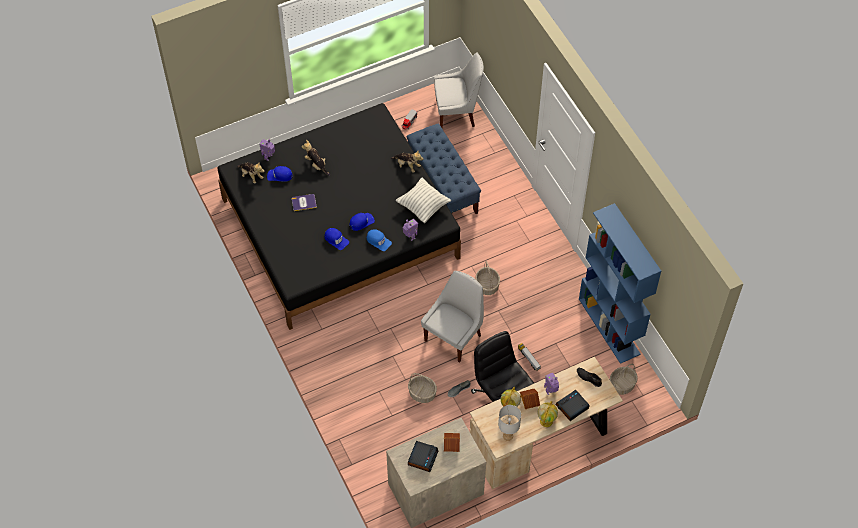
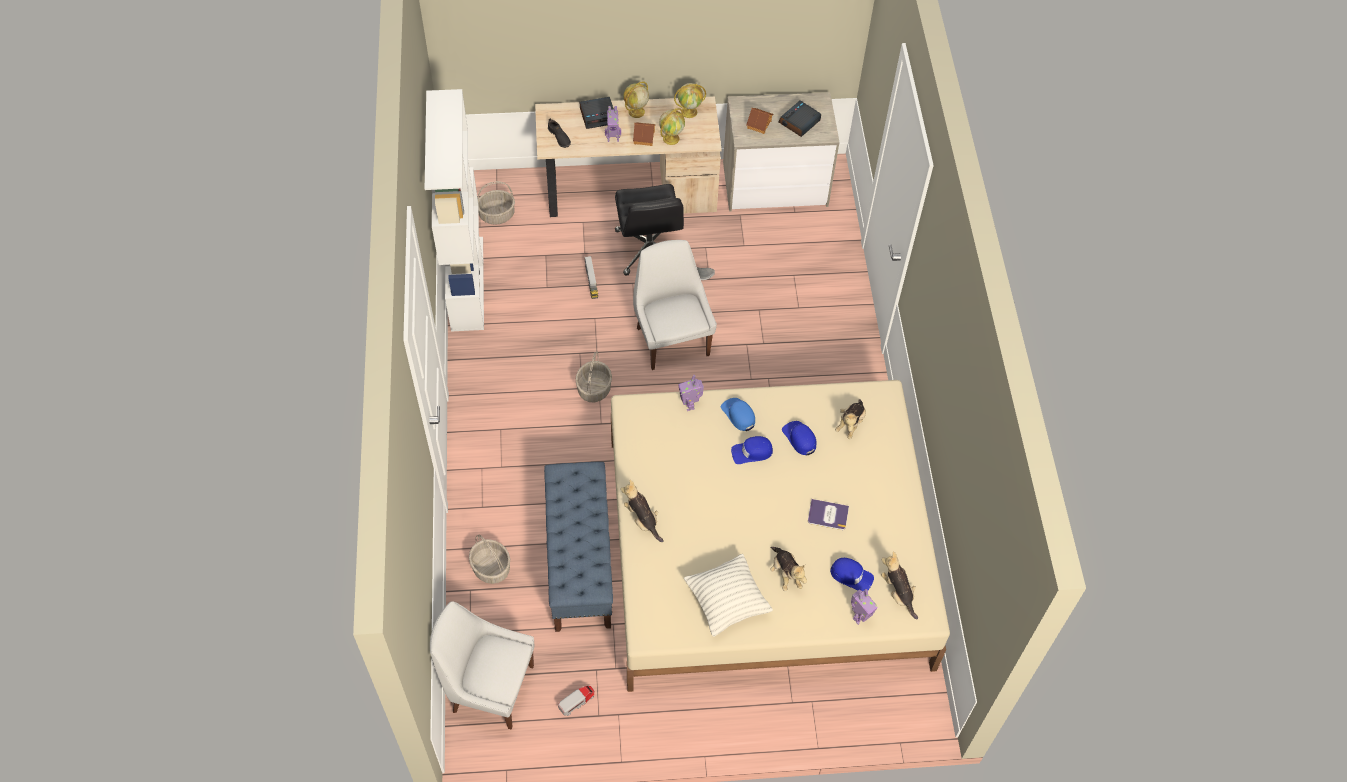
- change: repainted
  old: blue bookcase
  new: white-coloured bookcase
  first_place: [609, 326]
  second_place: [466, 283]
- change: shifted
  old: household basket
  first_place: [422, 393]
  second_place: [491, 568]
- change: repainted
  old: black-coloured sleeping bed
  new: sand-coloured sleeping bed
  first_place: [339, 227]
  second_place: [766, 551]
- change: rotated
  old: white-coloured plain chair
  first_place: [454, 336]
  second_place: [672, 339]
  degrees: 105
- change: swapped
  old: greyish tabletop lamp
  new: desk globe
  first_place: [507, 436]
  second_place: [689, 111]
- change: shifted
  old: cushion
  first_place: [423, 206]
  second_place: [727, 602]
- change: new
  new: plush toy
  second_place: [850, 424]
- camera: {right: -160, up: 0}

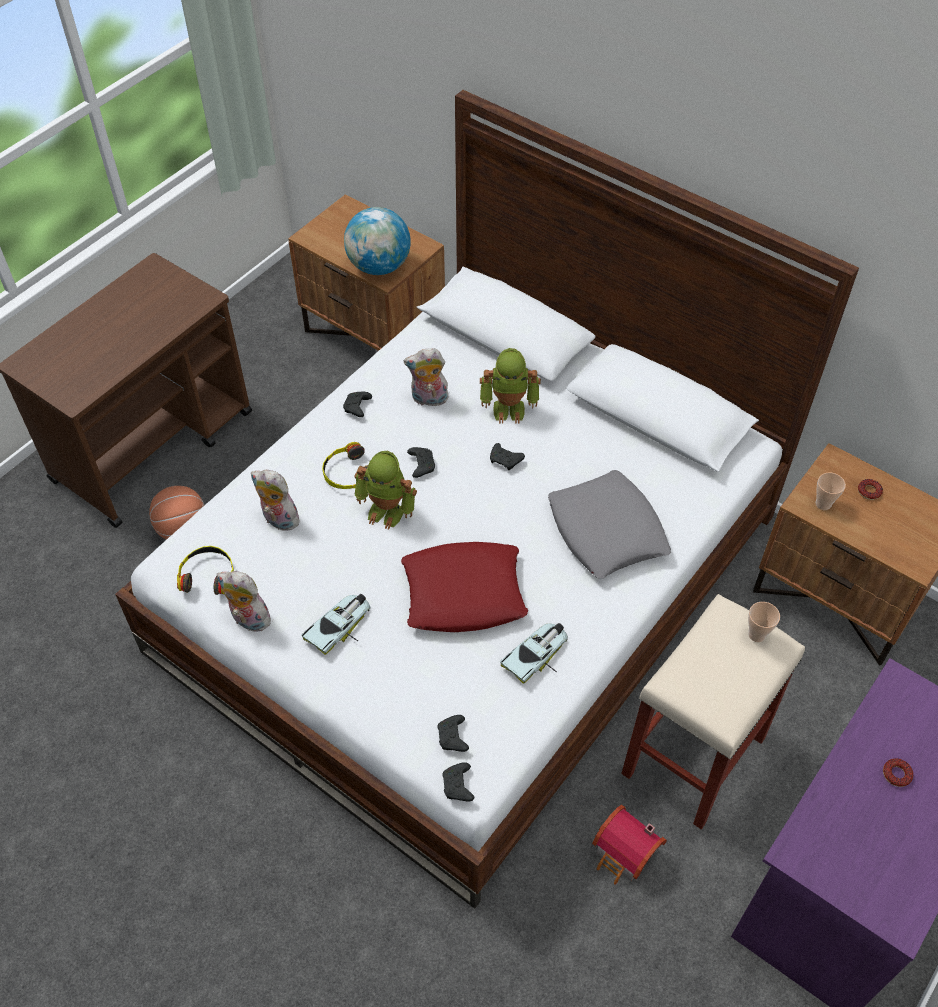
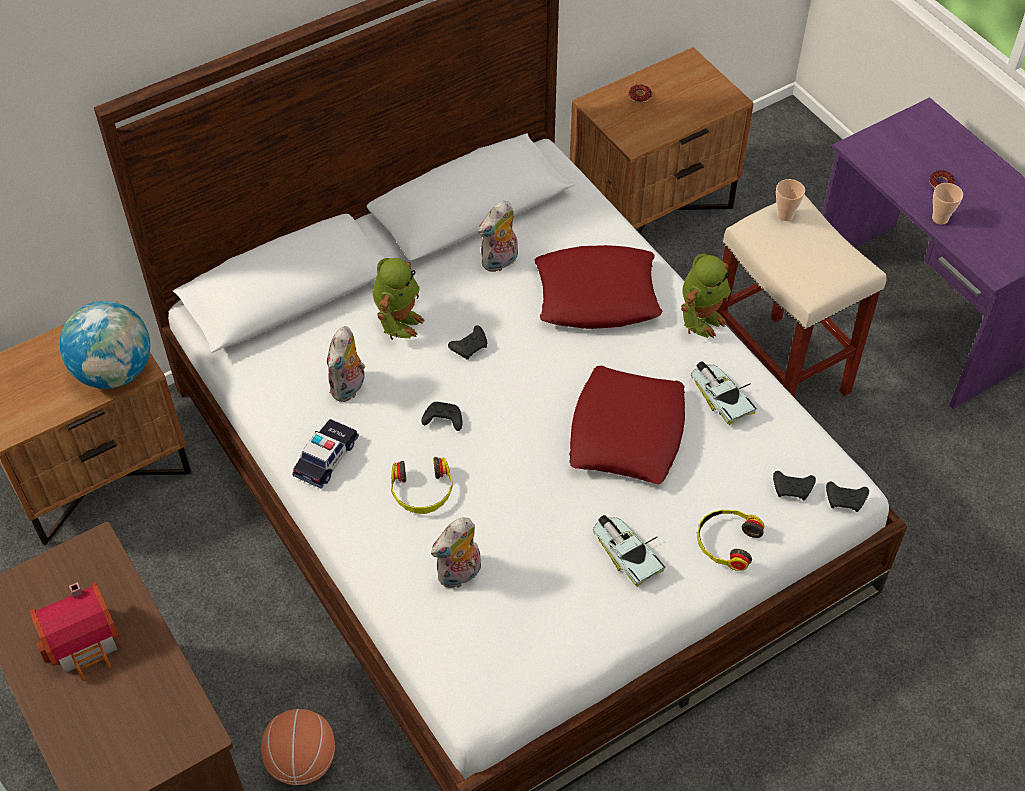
- change: shifted
  old: model house
  first_place: [625, 855]
  second_place: [86, 642]
- change: swapped
  old: black-coloured game controller
  new: model car
  first_place: [357, 408]
  second_place: [326, 458]
- change: shifted
  old: plush toy
  first_place: [248, 620]
  second_place: [500, 262]
- change: repainted
  old: greyish cushion
  new: reddish cushion
  first_place: [607, 531]
  second_place: [597, 295]
- change: shifted
  old: robot figure
  first_place: [387, 510]
  second_place: [701, 319]
- change: shifted
  old: headphones
  first_place: [208, 575]
  second_place: [726, 542]
- change: shifted
  old: cup
  first_place: [823, 504]
  second_place: [940, 218]
- camera: {right: -70, up: 0}

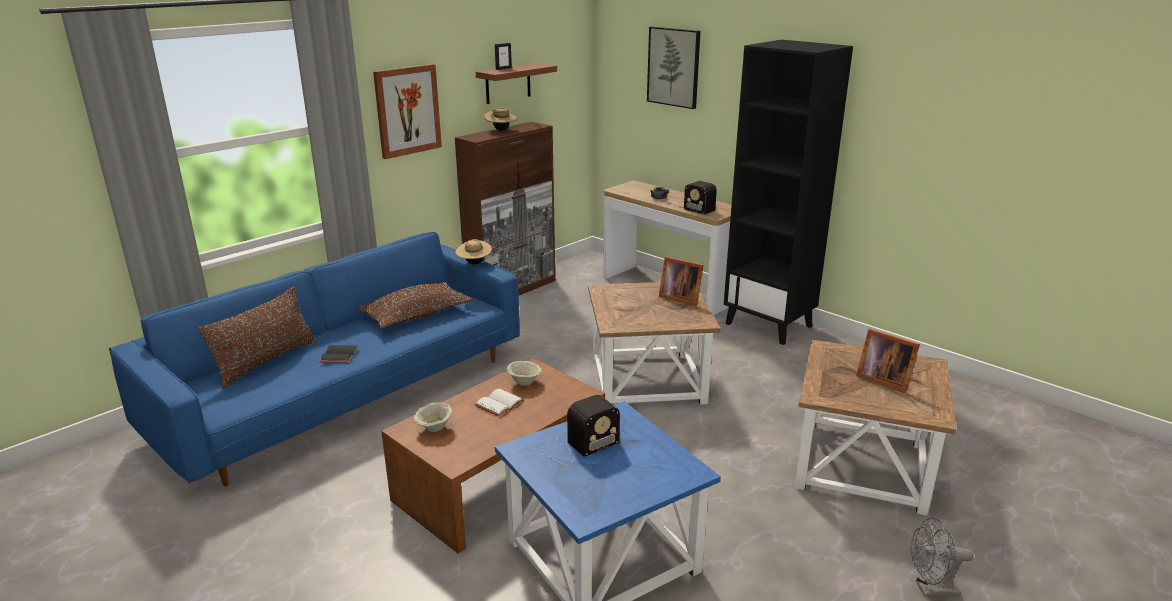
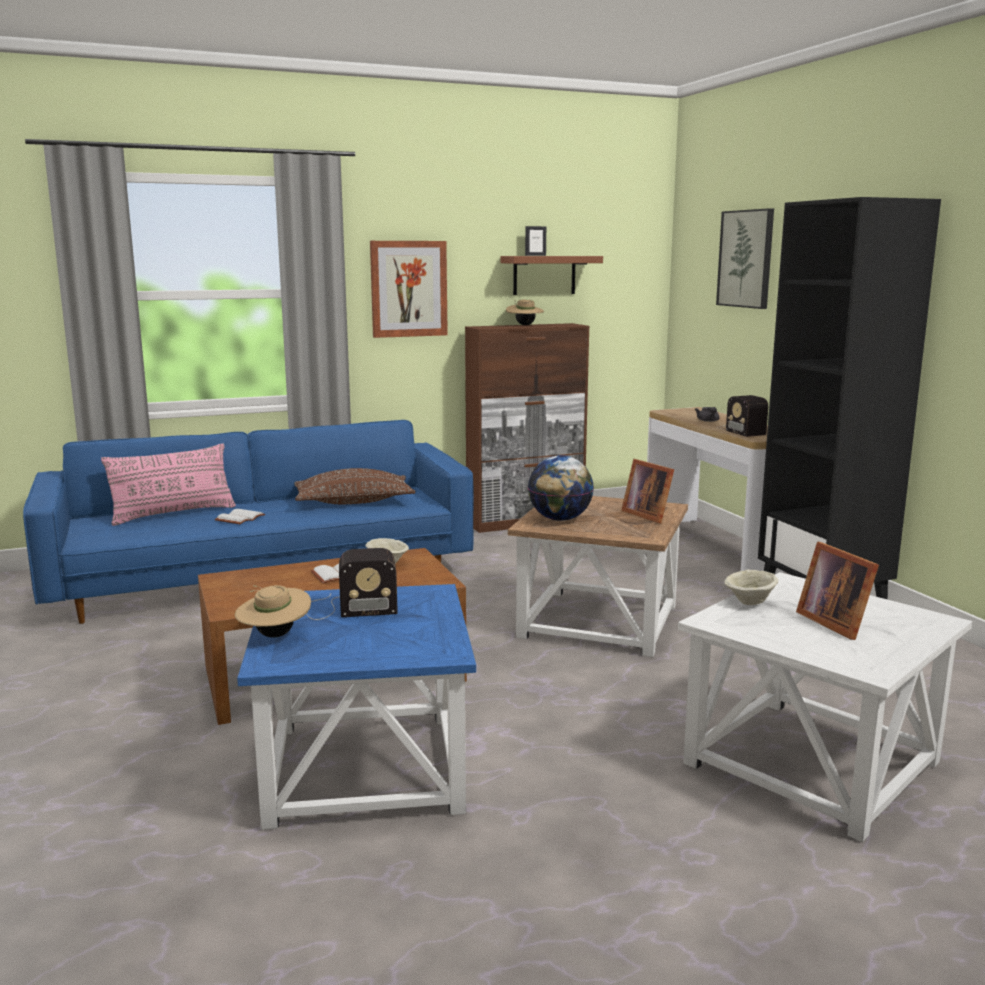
- change: repainted
  old: brown-coloured cushion
  new: pinkish cushion
  first_place: [266, 361]
  second_place: [173, 514]
- change: repainted
  old: black-coloured bound book
  new: white-coloured bound book
  first_place: [338, 355]
  second_place: [239, 518]
- change: shifted
  old: sand-coloured hat
  first_place: [474, 263]
  second_place: [274, 635]
- change: new
  new: desk globe
  second_place: [559, 519]
- change: repainted
  old: brown-coloured end table
  new: white-coloured end table
  first_place: [863, 465]
  second_place: [815, 763]
- change: shifted
  old: sand-coloured deep dish
  first_place: [435, 428]
  second_place: [750, 602]
- change: gone
  old: greyish cooling fan
  first_place: [931, 589]
- camera: {right: 25, up: -10}

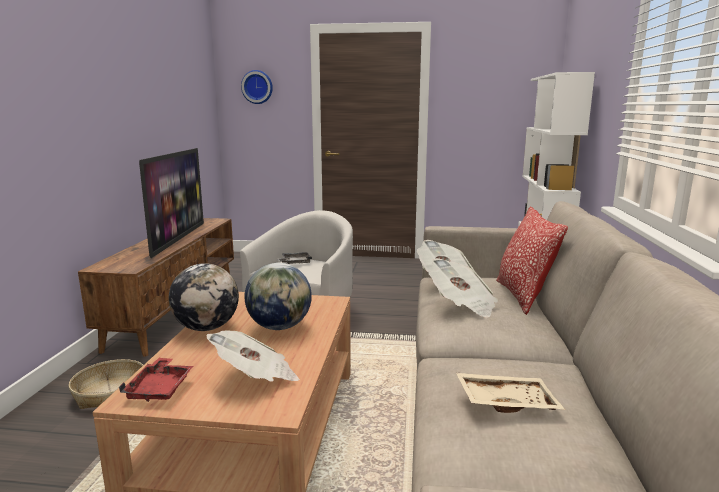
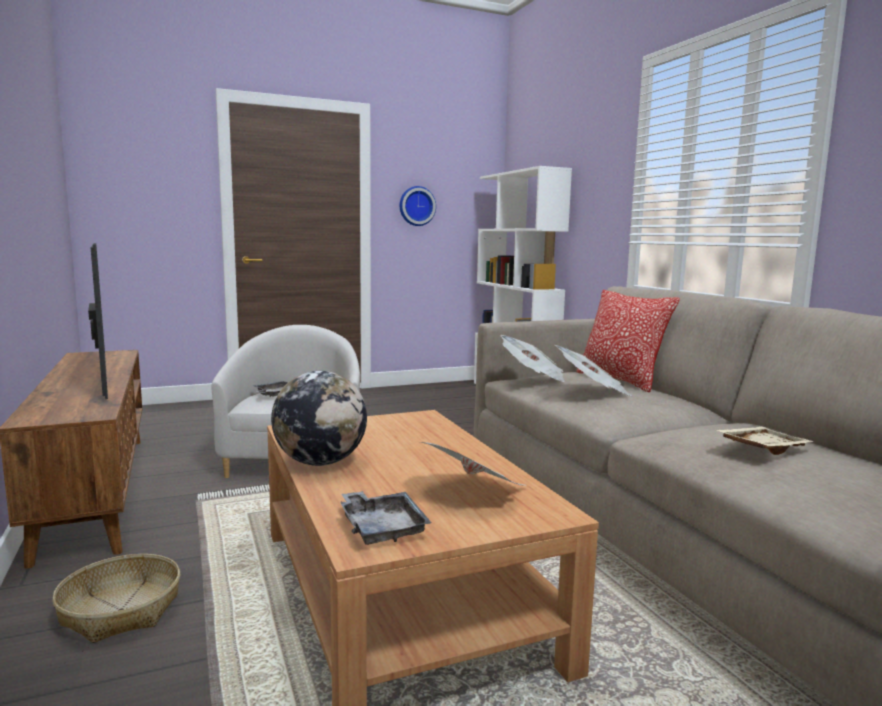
- change: repainted
  old: reddish carrying tray
  new: greyish carrying tray
  first_place: [160, 388]
  second_place: [382, 528]
- change: shifted
  old: wall clock
  first_place: [257, 87]
  second_place: [416, 206]
- change: gone
  old: desk globe
  first_place: [280, 327]
- camera: {right: -30, up: -5}

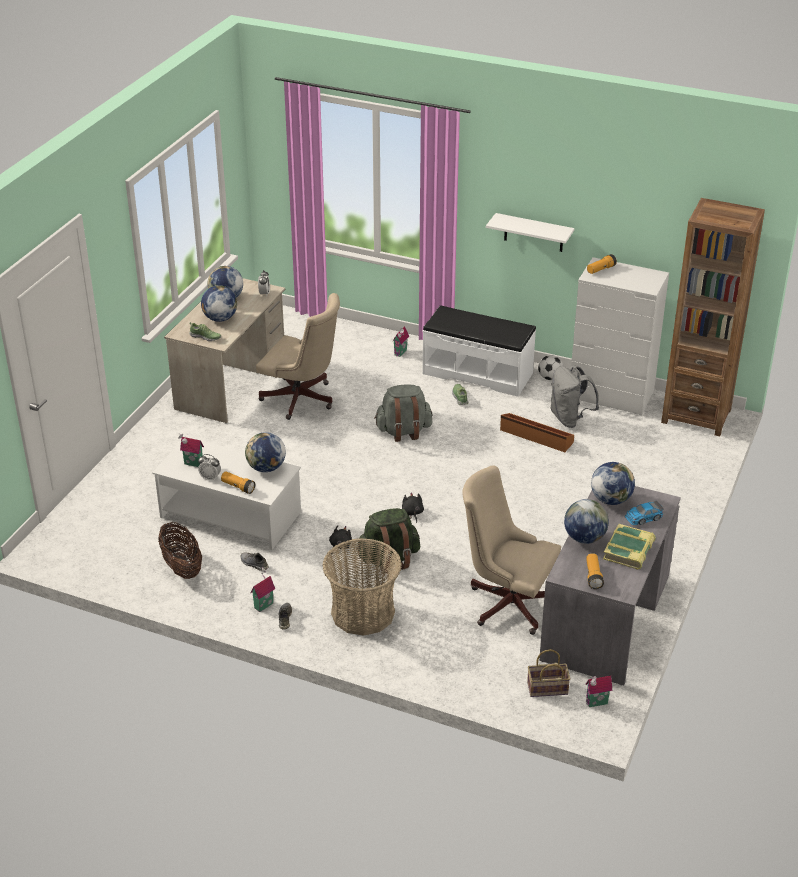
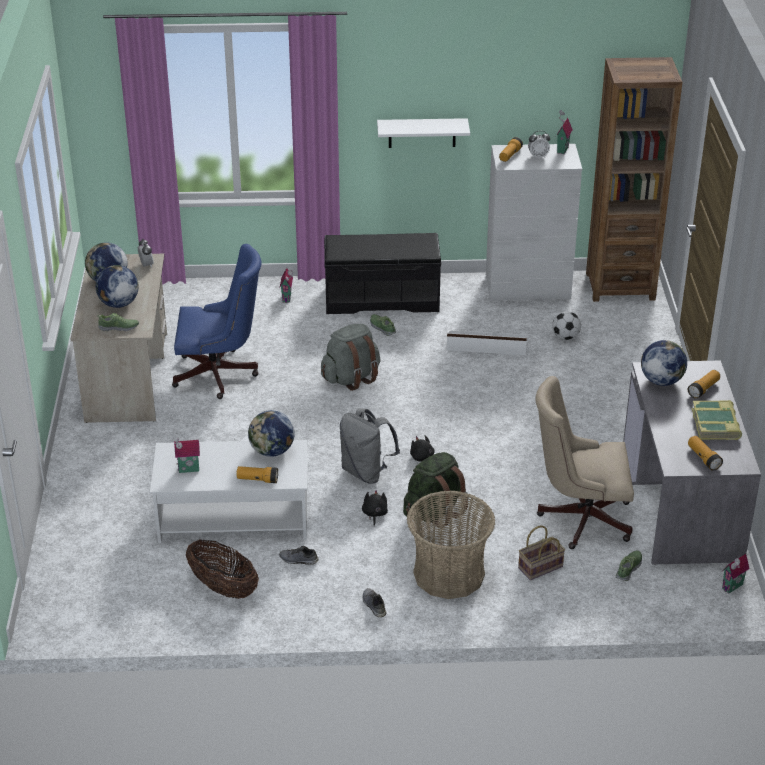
- change: repainted
  old: sand-coloured computer chair
  new: blue computer chair
  first_place: [302, 400]
  second_place: [220, 374]
- change: repainted
  old: white-coloured indoor bench
  new: black-coloured indoor bench
  first_place: [478, 373]
  second_place: [382, 299]
- change: shifted
  old: greyish rucksack
  first_place: [570, 419]
  second_place: [366, 472]
- change: repainted
  old: brown-coloured storage container
  new: white-coloured storage container
  first_place: [536, 436]
  second_place: [486, 347]
- change: shifted
  old: household basket
  first_place: [546, 689]
  second_place: [540, 568]
- change: shifted
  old: bedside clock
  first_place: [210, 478]
  second_place: [538, 156]
- change: shifted
  old: ball for football
  first_place: [550, 378]
  second_place: [565, 337]
- change: shifted
  old: model house
  first_place: [263, 605]
  second_place: [561, 149]
- change: new
  new: shoe
  second_place: [629, 569]
- change: swapped
  old: model car
  new: torch
  first_place: [643, 517]
  second_place: [703, 389]
- change: gone
  old: desk globe
  first_place: [584, 538]
- camera: {right: -25, up: 0}

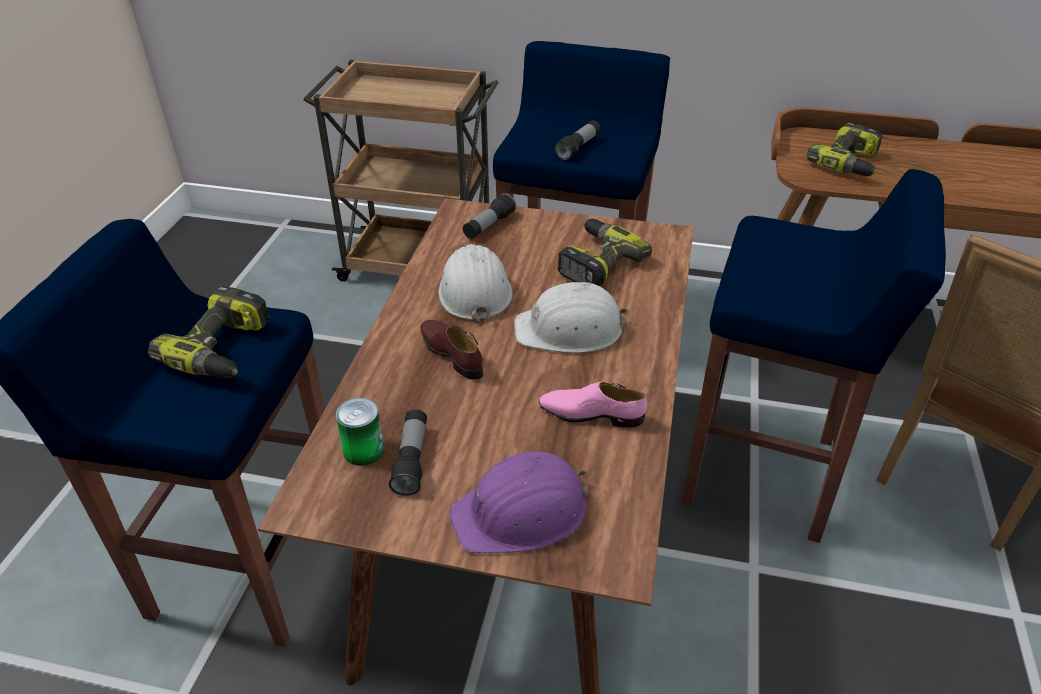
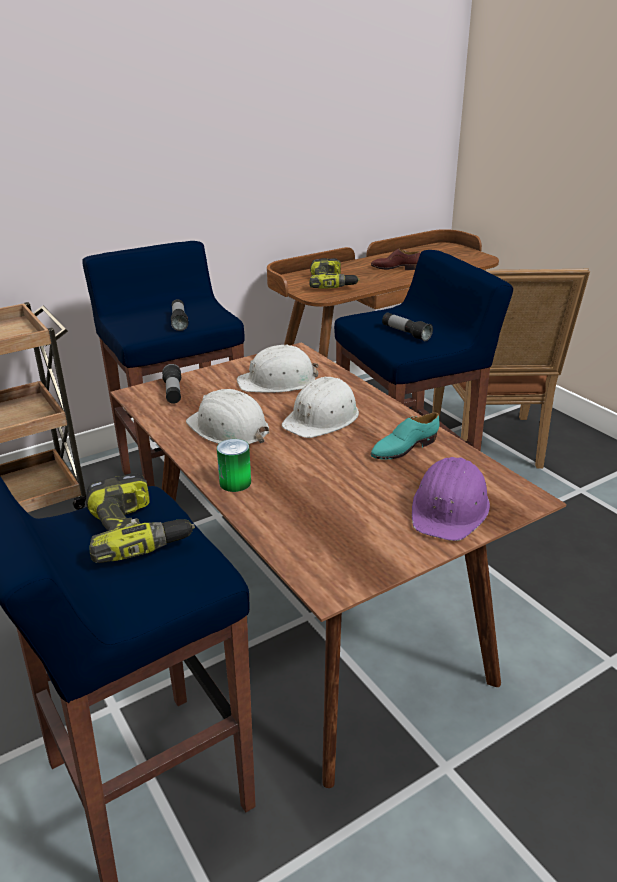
- change: shifted
  old: metal can
  first_place: [363, 450]
  second_place: [235, 483]
- change: swapped
  old: power drill
  new: white-coloured hard hat
  first_place: [596, 263]
  second_place: [278, 381]
- change: repainted
  old: pinkish shoe
  new: turquoise-coloured shoe
  first_place: [591, 414]
  second_place: [403, 448]
- change: shifted
  old: brown-coloured shoe
  first_place: [451, 353]
  second_place: [395, 268]
- change: shifted
  old: torch
  first_place: [412, 460]
  second_place: [405, 333]
- camera: {right: -45, up: -10}

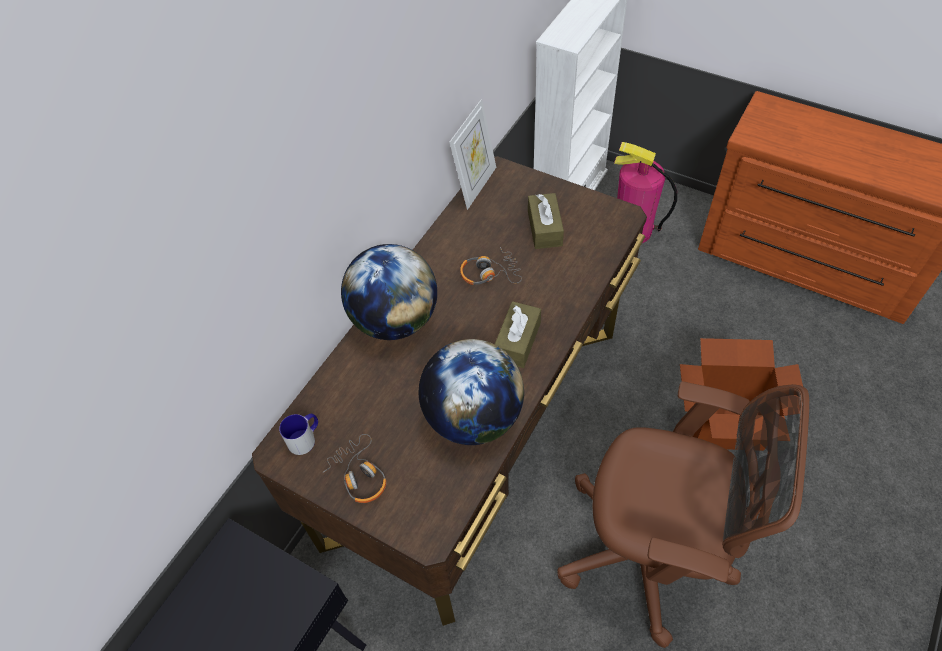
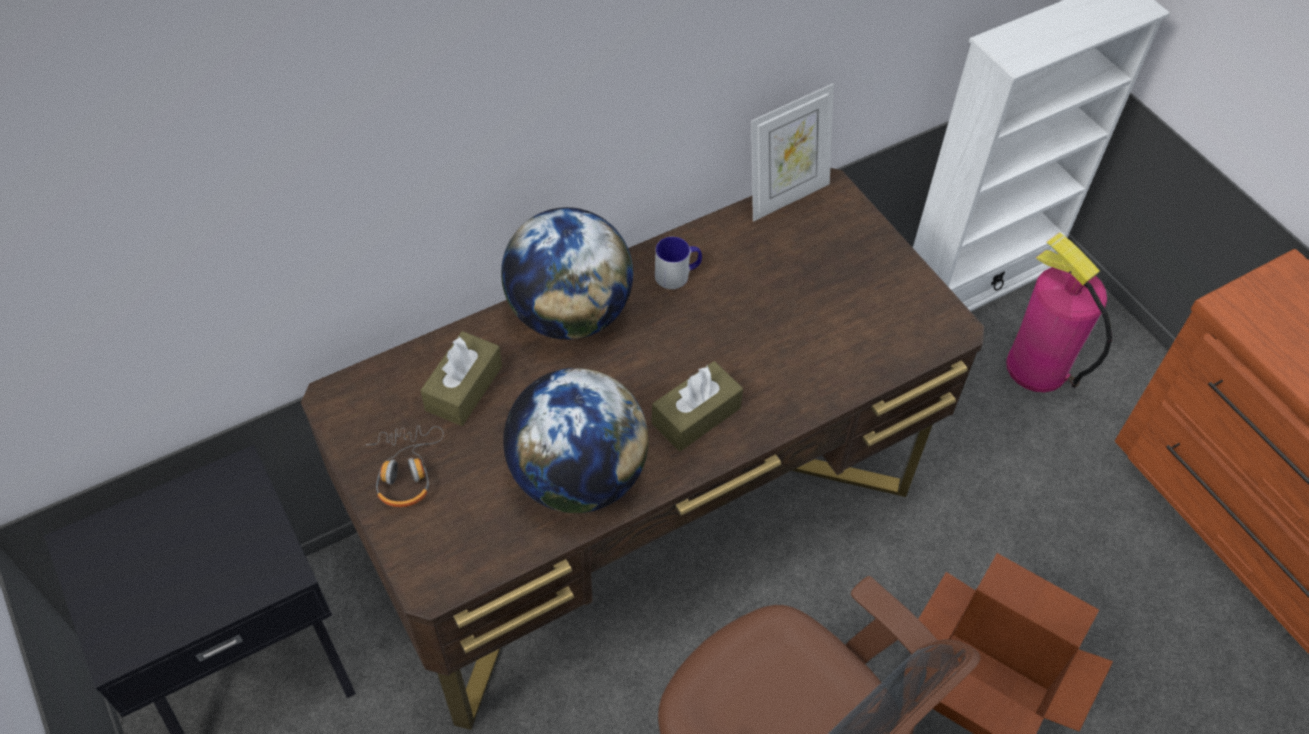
- change: shifted
  old: brown-coloured tissue holder
  first_place: [544, 228]
  second_place: [464, 388]
- change: shifted
  old: mug
  first_place: [305, 438]
  second_place: [678, 274]
- change: gone
  old: headphones
  first_place: [490, 273]
- camera: {right: 25, up: 0}

